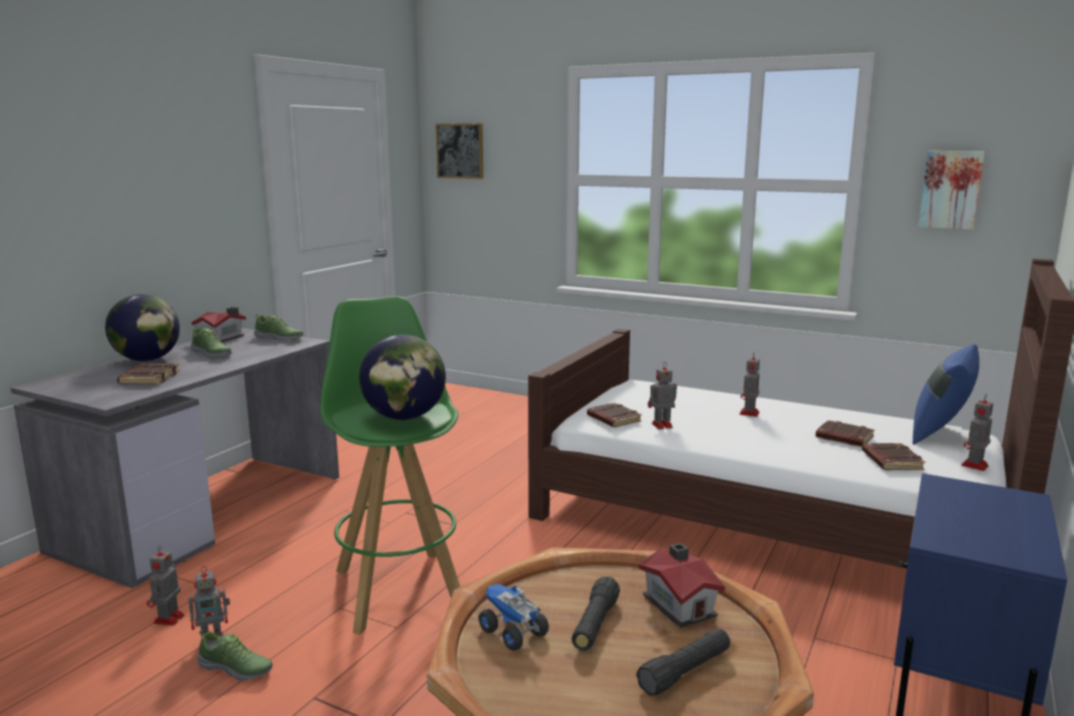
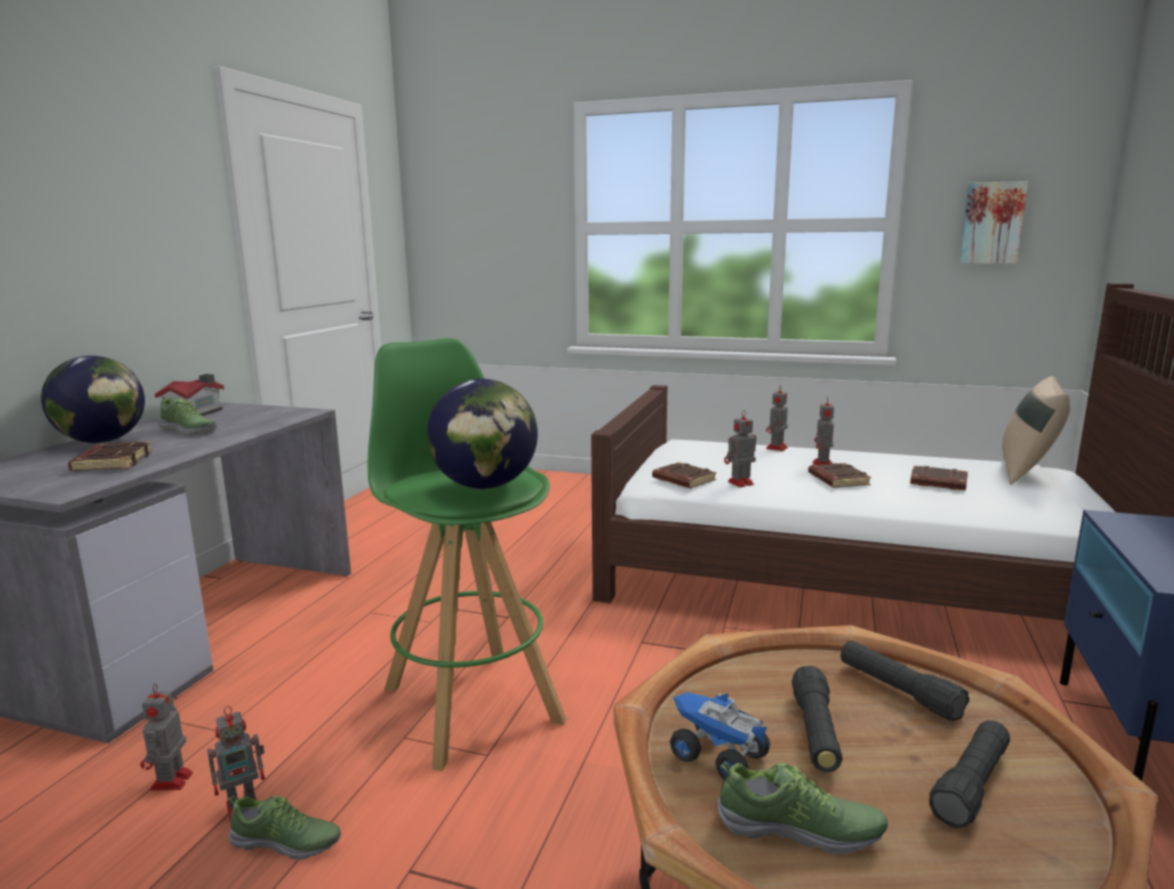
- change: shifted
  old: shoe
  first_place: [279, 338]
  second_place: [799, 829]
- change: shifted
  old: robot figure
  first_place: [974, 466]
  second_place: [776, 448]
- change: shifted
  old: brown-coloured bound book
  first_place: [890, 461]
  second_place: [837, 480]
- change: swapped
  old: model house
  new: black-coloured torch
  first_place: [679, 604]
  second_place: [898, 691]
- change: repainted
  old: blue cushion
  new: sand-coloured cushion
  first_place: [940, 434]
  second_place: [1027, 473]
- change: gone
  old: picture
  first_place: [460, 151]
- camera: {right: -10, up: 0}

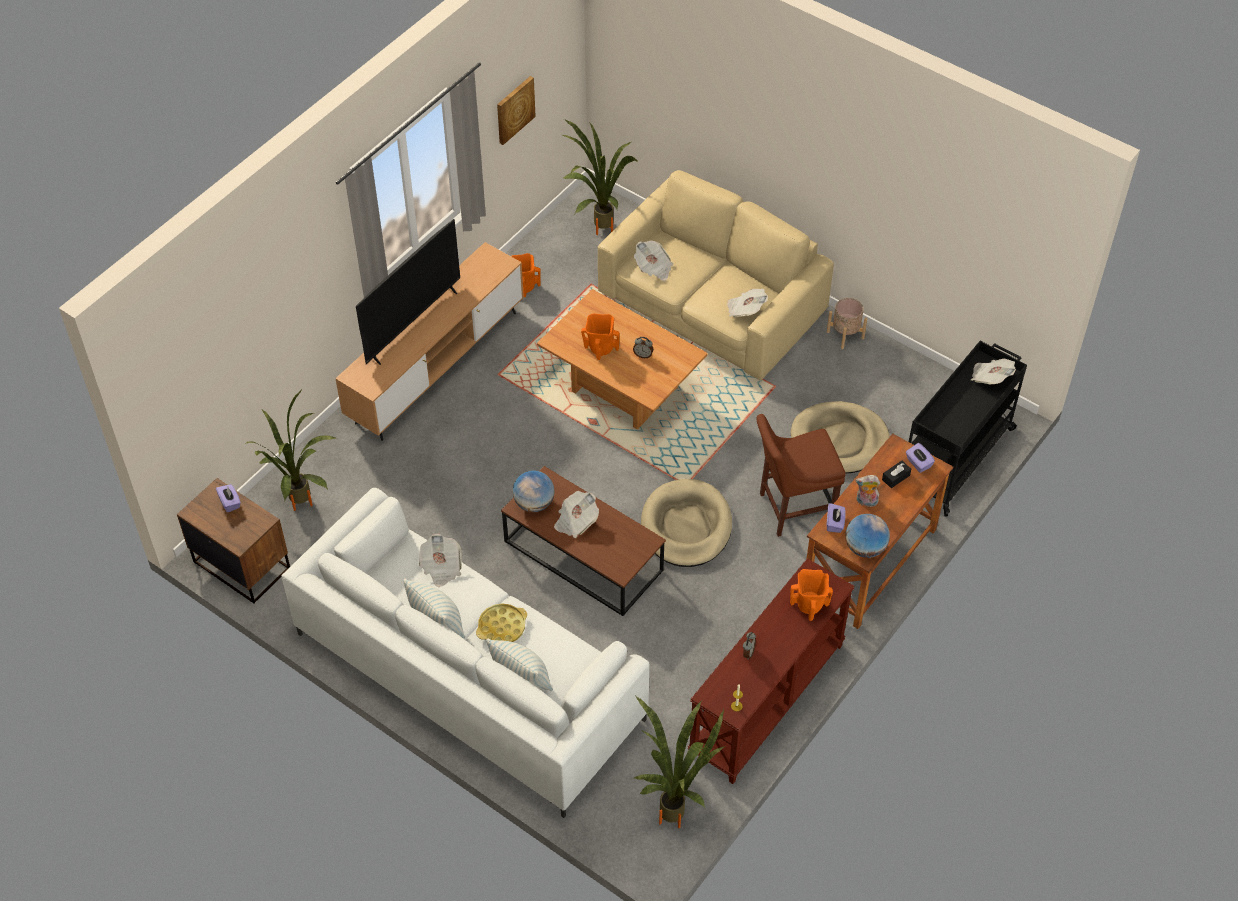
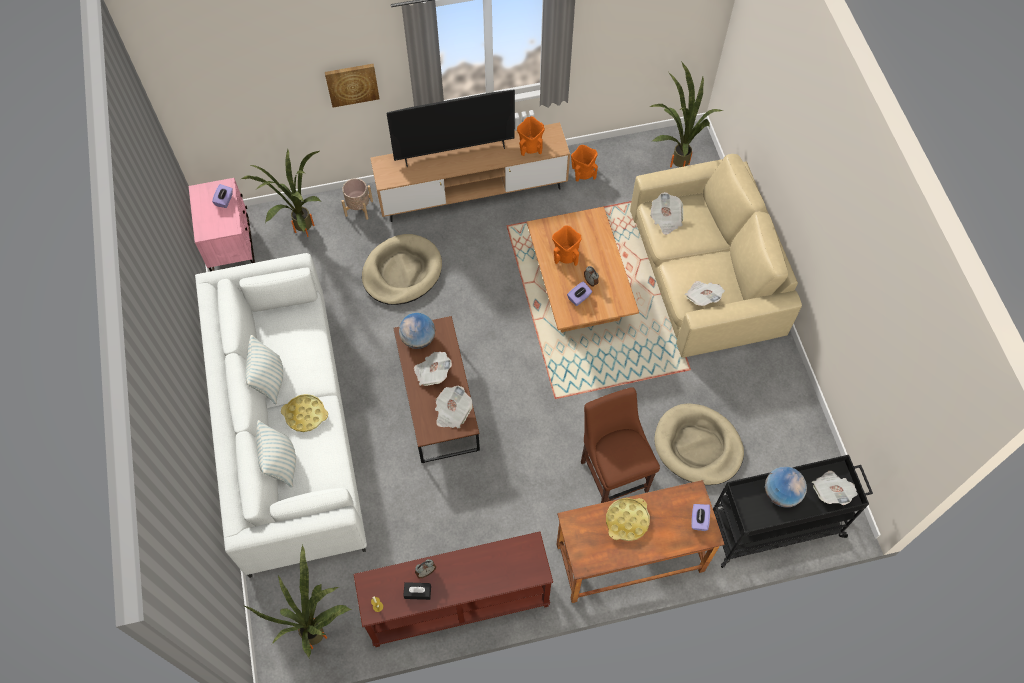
- change: repainted
  old: brown-coloured bedside table
  new: pinkish bedside table
  first_place: [242, 564]
  second_place: [232, 247]
- change: shifted
  old: picture
  first_place: [514, 109]
  second_place: [352, 84]
- change: shifted
  old: sand-coloured planter
  first_place: [845, 335]
  second_place: [359, 208]
- change: shifted
  old: sand-coloured pet bed
  first_place: [686, 526]
  second_place: [402, 272]
- change: shifted
  old: black-coloured tissue holder
  first_place: [895, 477]
  second_place: [417, 592]
- change: shifted
  old: newspaper
  first_place: [441, 567]
  second_place: [452, 412]
- change: shifted
  old: orange vase
  first_place: [809, 606]
  second_place: [530, 147]
- change: shifted
  old: purple tissue holder
  first_place: [835, 523]
  second_place: [579, 298]
- change: rotated
  old: brown-coloured plain chair
  first_place: [792, 508]
  second_place: [613, 473]
  degrees: 45
- change: swapped
  old: plush toy
  new: yellowish carrying tray
  first_place: [866, 502]
  second_place: [627, 520]
- change: shifted
  old: desk globe
  first_place: [865, 548]
  second_place: [780, 493]
- camera: {right: 40, up: 10}

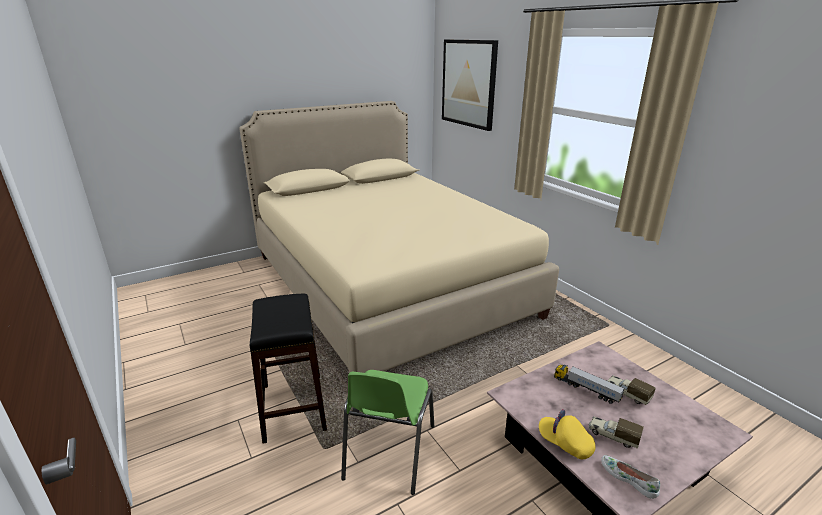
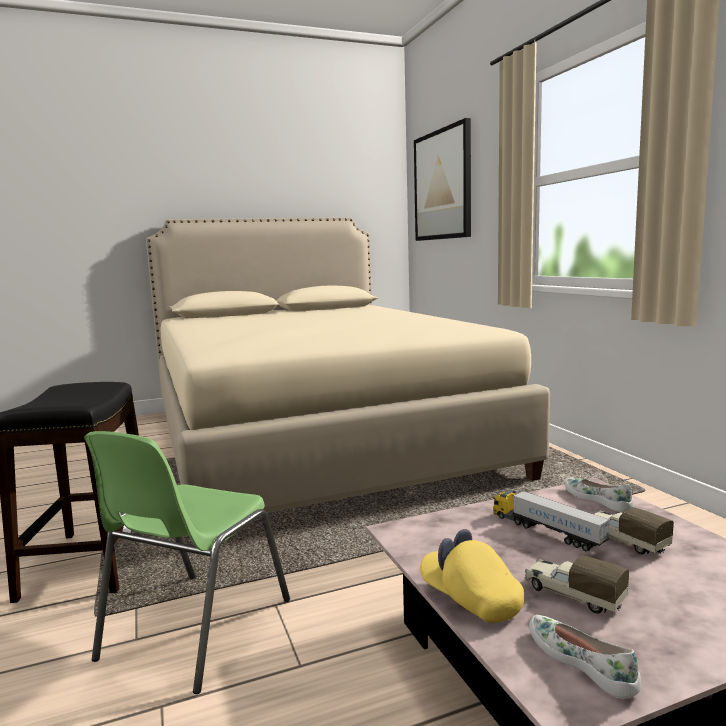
- change: new
  new: white-coloured shoe
  second_place: [597, 499]
- camera: {right: 10, up: -15}

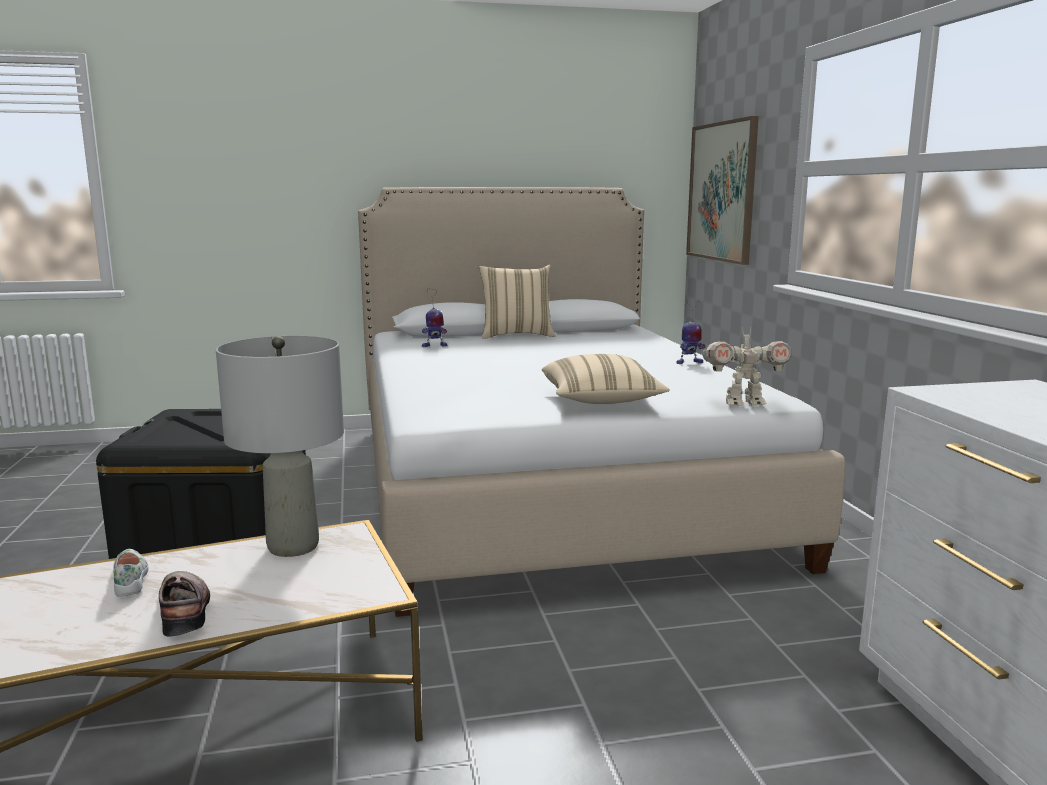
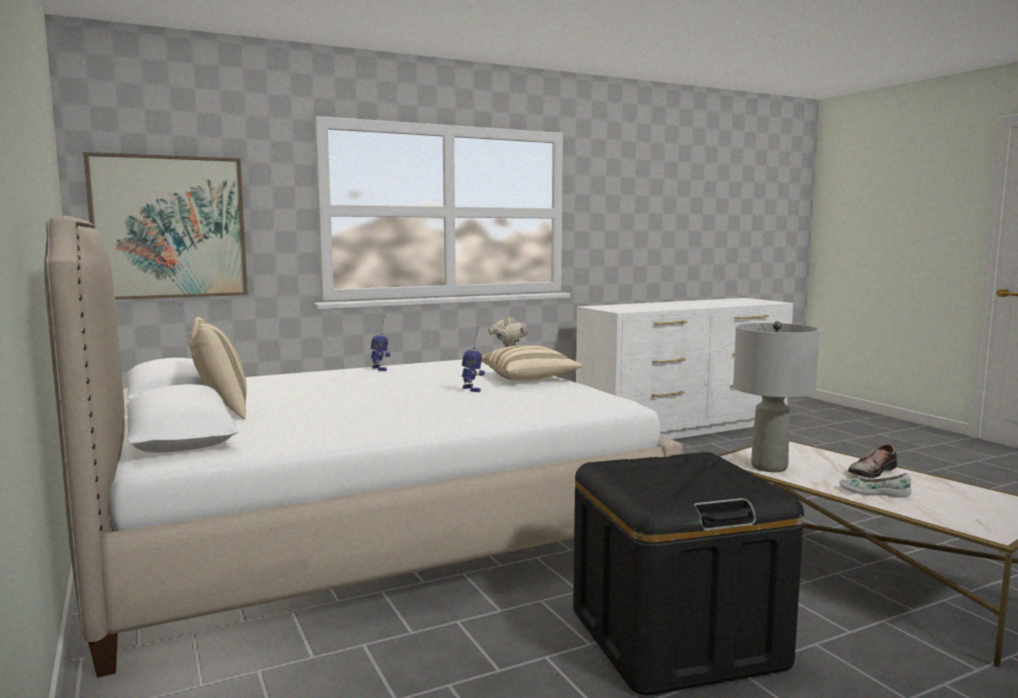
- change: shifted
  old: robot figure
  first_place: [434, 346]
  second_place: [472, 389]
- change: rotated
  old: white-coloured shoe
  first_place: [131, 579]
  second_place: [874, 492]
  degrees: 60
- camera: {right: -105, up: -5}

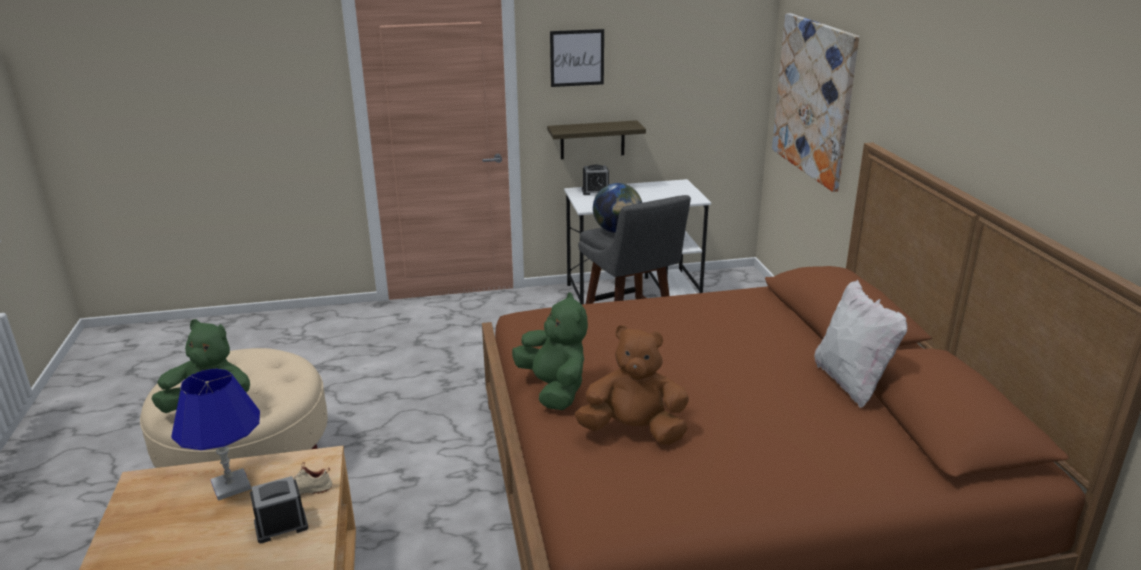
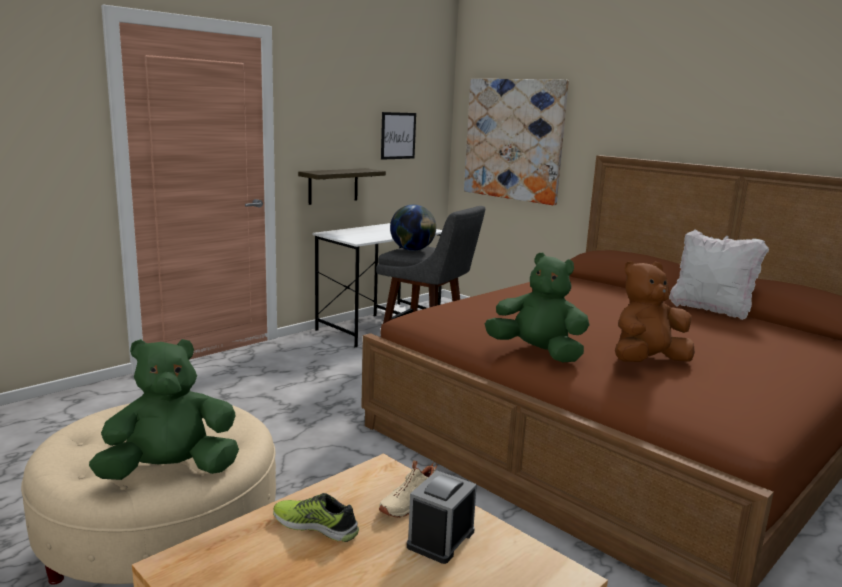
- change: swapped
  old: blue tabletop lamp
  new: shoe
  first_place: [231, 485]
  second_place: [316, 526]
- change: shifted
  old: picture
  first_place: [577, 58]
  second_place: [398, 135]
- change: gone
  old: bedside clock
  first_place: [595, 191]
- camera: {right: -35, up: -10}

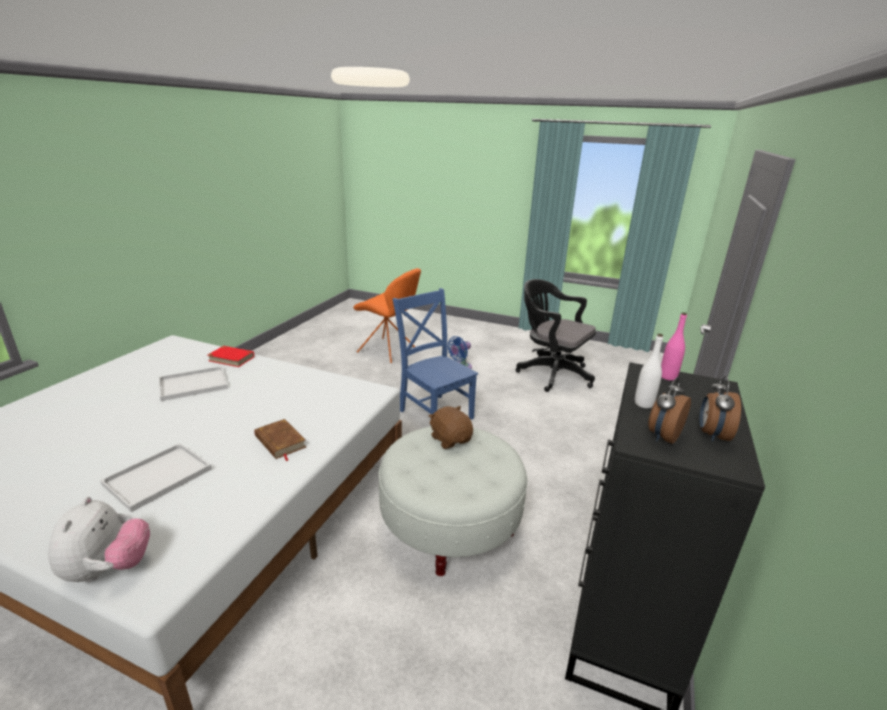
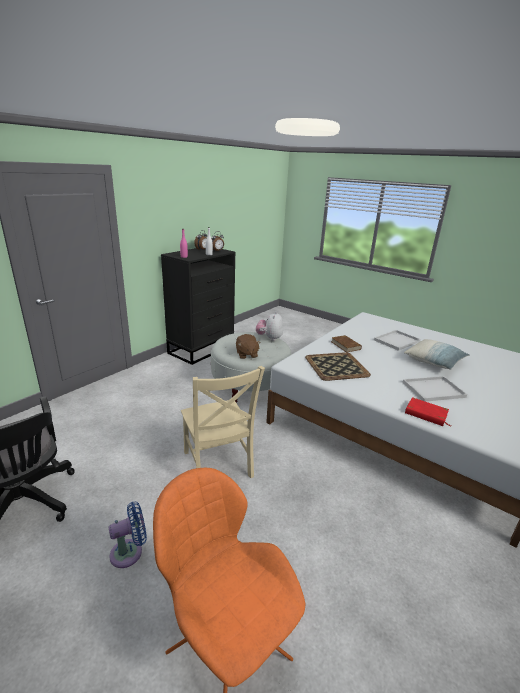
- change: repainted
  old: blue plain chair
  new: sand-coloured plain chair
  first_place: [434, 412]
  second_place: [218, 466]
- change: shifted
  old: plush toy
  first_place: [108, 569]
  second_place: [269, 338]
- change: new
  new: carrying tray
  second_place: [335, 366]
- change: new
  new: cushion
  second_place: [434, 361]
- camera: {right: -165, up: 0}

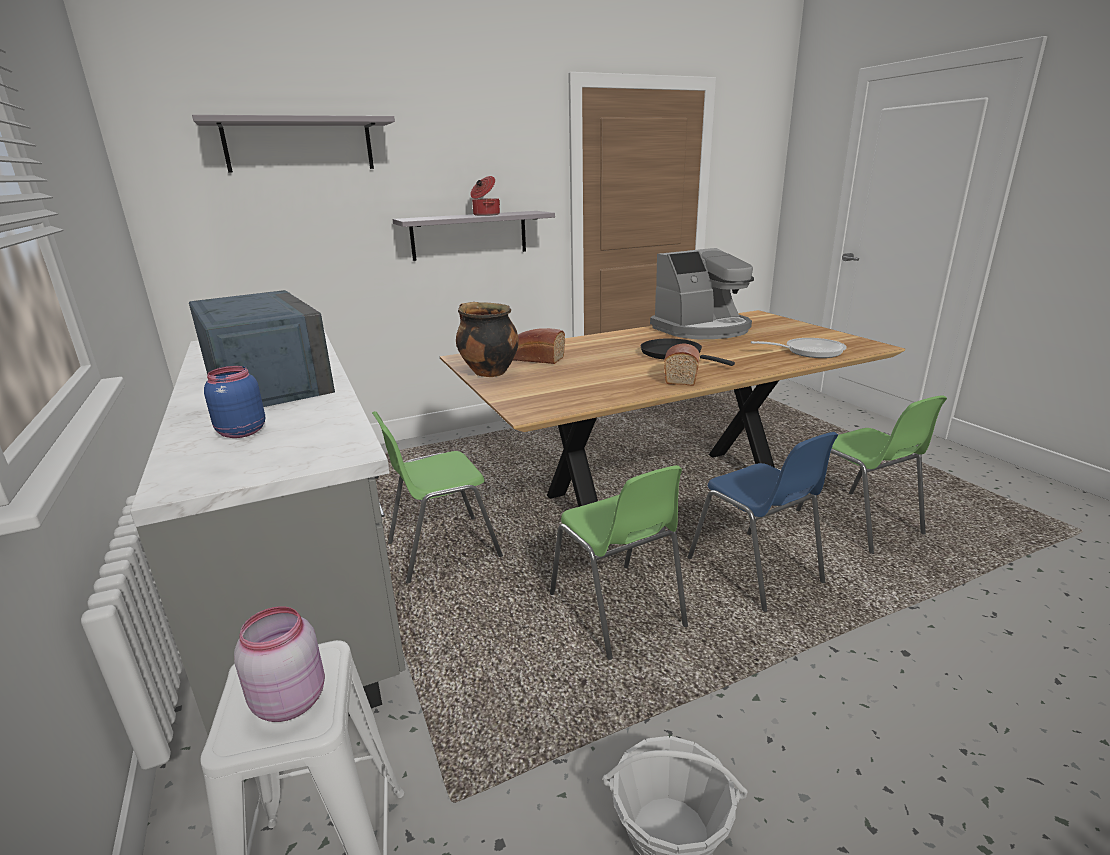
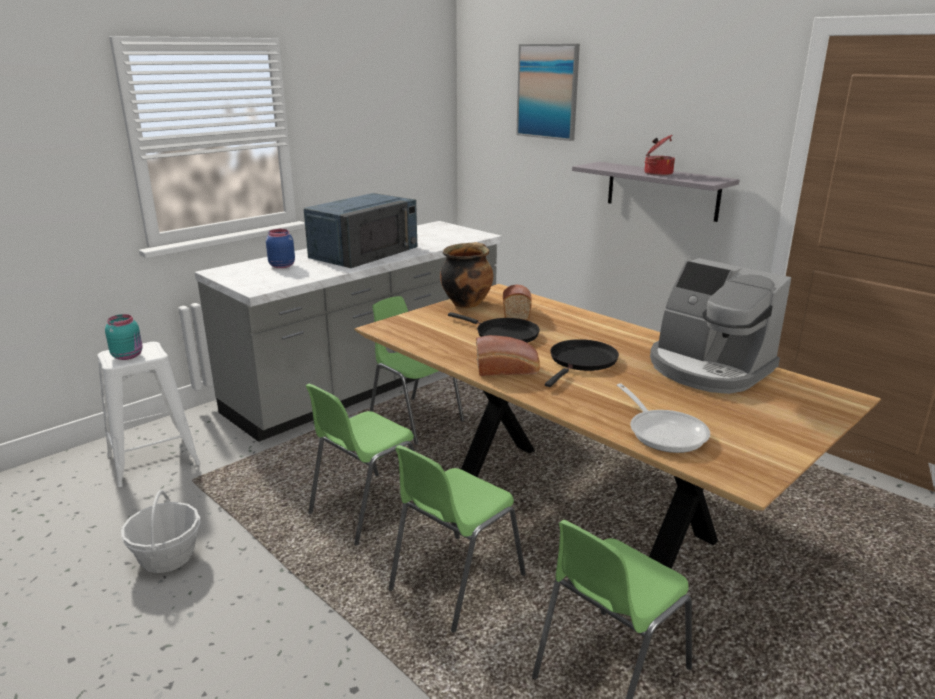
- change: repainted
  old: pinkish storage jar
  new: turquoise-coloured storage jar
  first_place: [289, 699]
  second_place: [128, 355]
- change: repainted
  old: blue plain chair
  new: green-coloured plain chair
  first_place: [755, 571]
  second_place: [455, 582]
- change: new
  new: black-coloured frying pan
  second_place: [503, 334]
- change: swapped
  old: greyish bracket shelf
  new: picture
  first_place: [299, 145]
  second_place: [548, 91]
- camera: {right: 70, up: 0}

